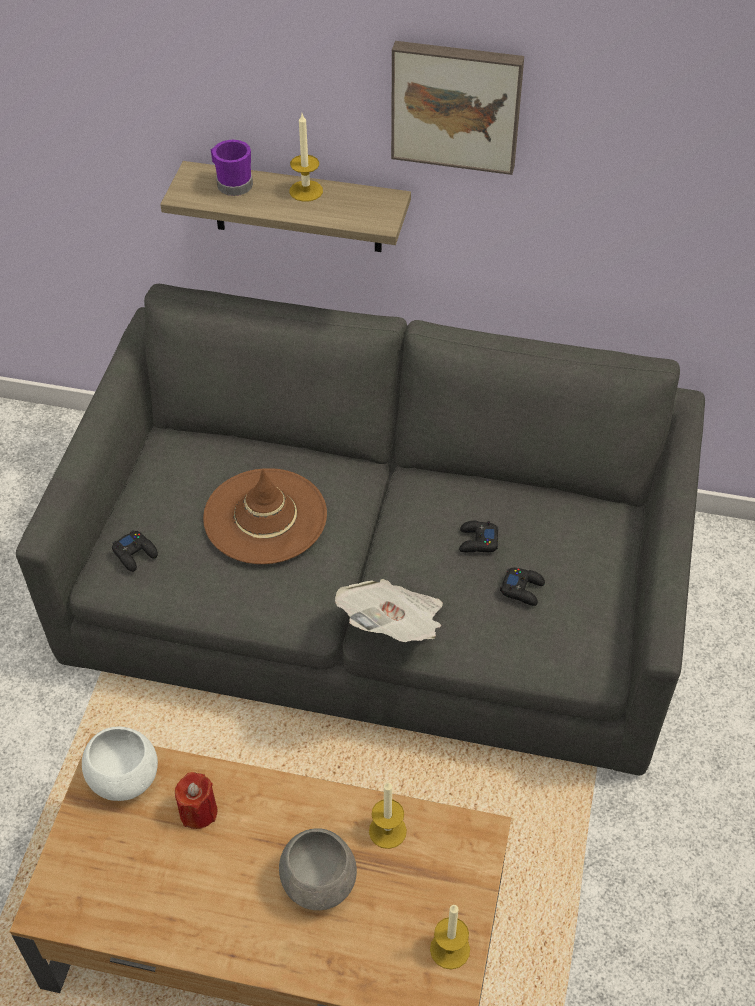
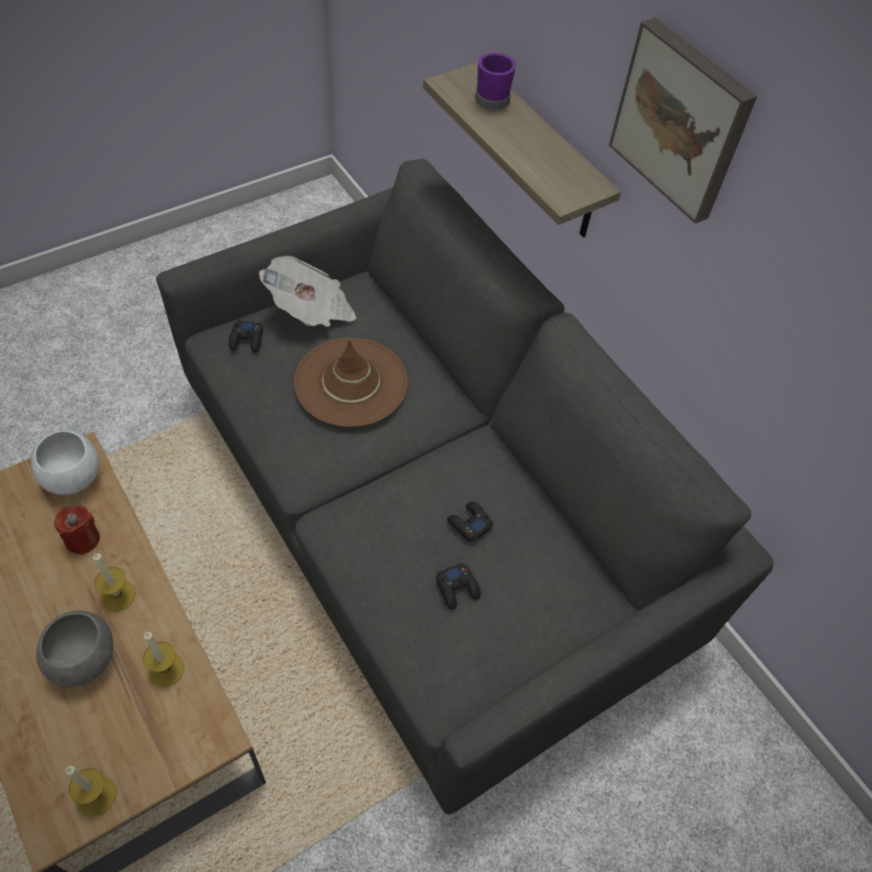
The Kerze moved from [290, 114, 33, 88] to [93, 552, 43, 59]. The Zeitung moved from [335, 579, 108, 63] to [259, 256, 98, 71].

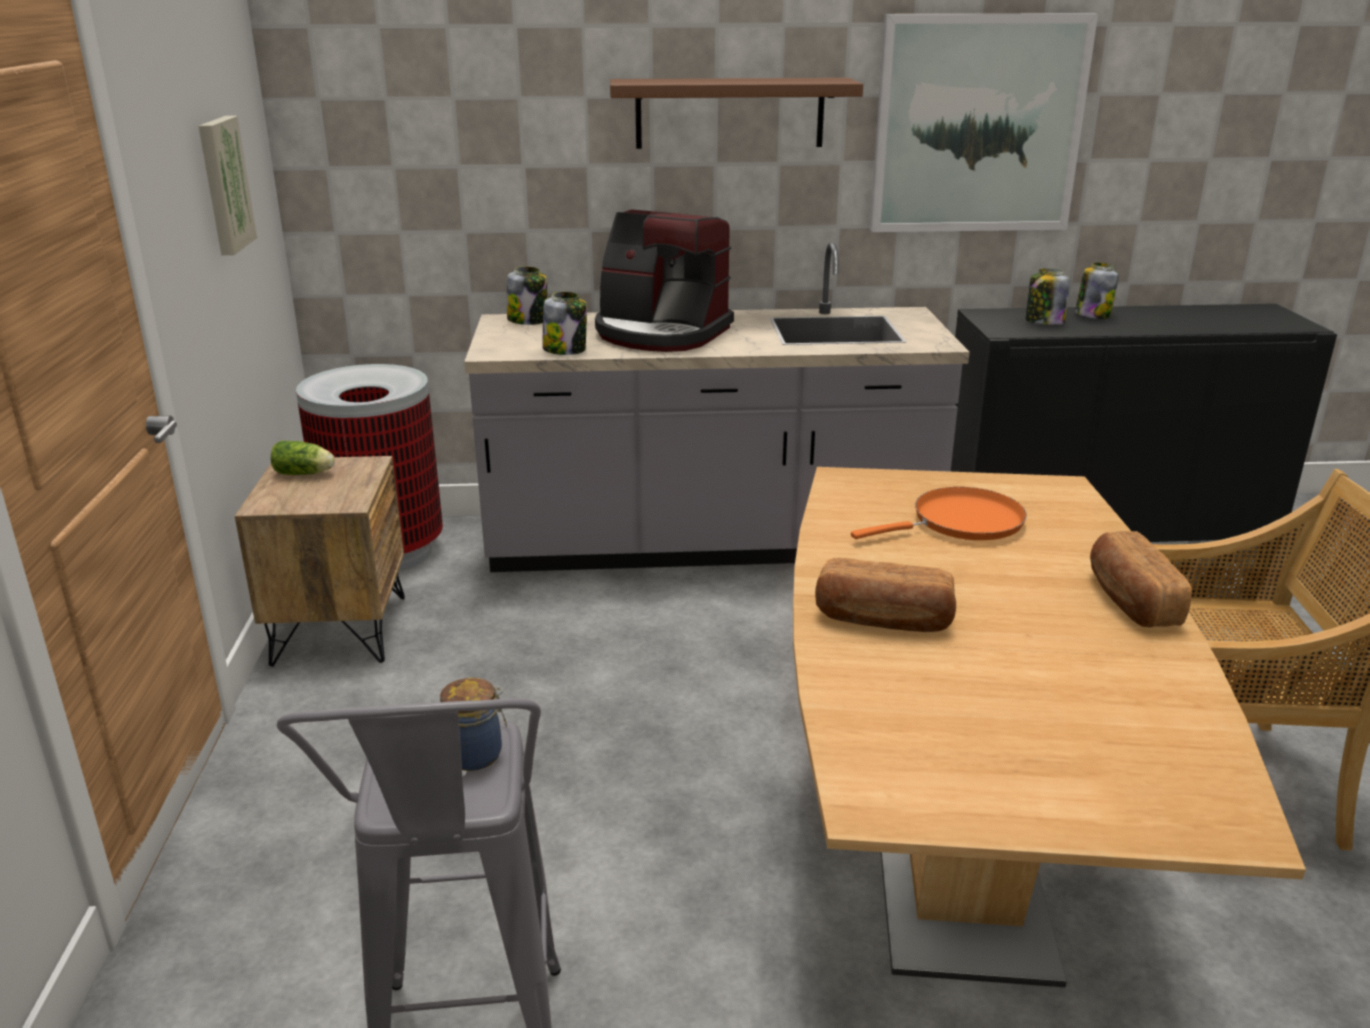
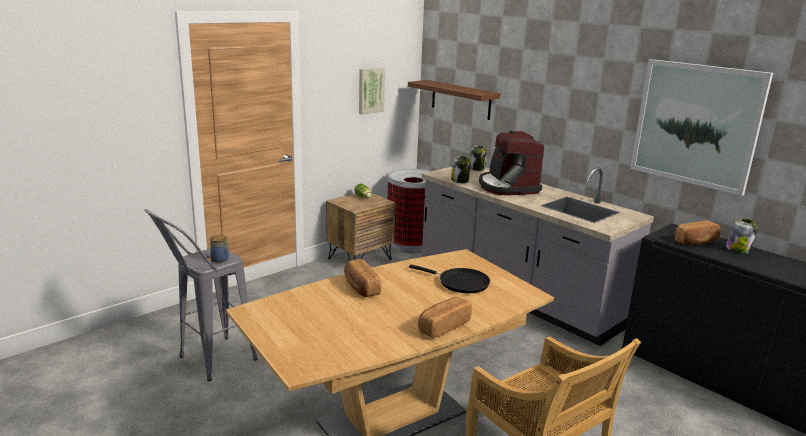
The Wandregal/braun moved from [610, 78, 253, 71] to [408, 80, 92, 40]. The Vorratsglas at [1026, 269, 44, 56] was replaced by the Brot at [675, 220, 46, 26]. The Pfanne/orange at [851, 487, 176, 53] became the Pfanne/schwarz at [409, 265, 81, 28].

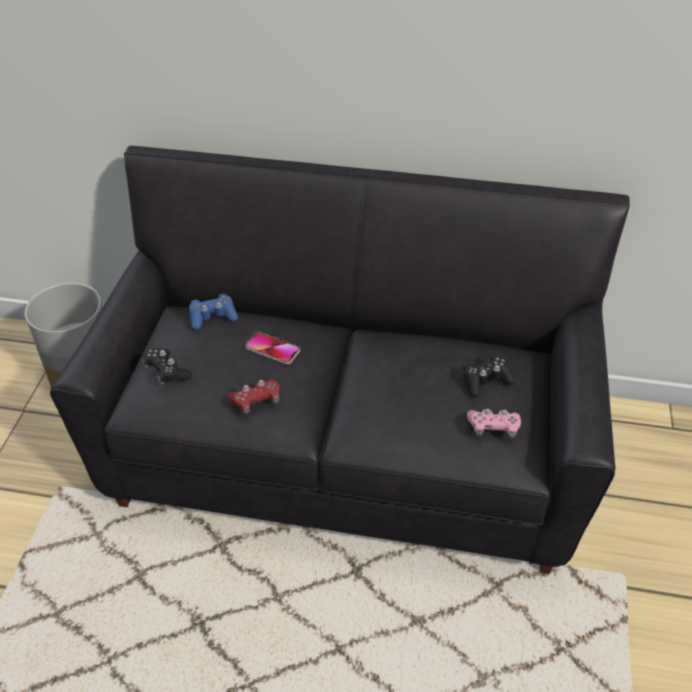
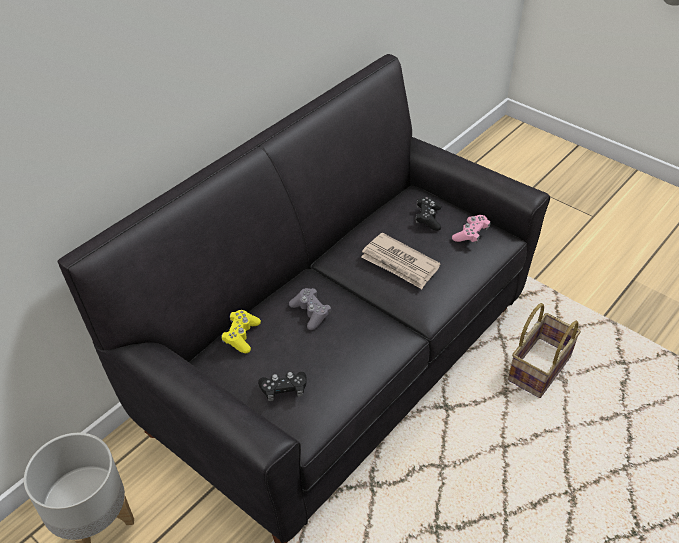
The Gamepad/rot at [227, 379, 53, 35] disappeared. The Zeitung at [361, 233, 79, 56] appeared. The Korb at [507, 303, 74, 95] appeared. The Handy at [245, 332, 55, 32] was replaced by the Gamepad/grau at [289, 288, 42, 42]. The Gamepad/blau at [189, 294, 49, 36] became the Gamepad/gelb at [221, 310, 40, 43].

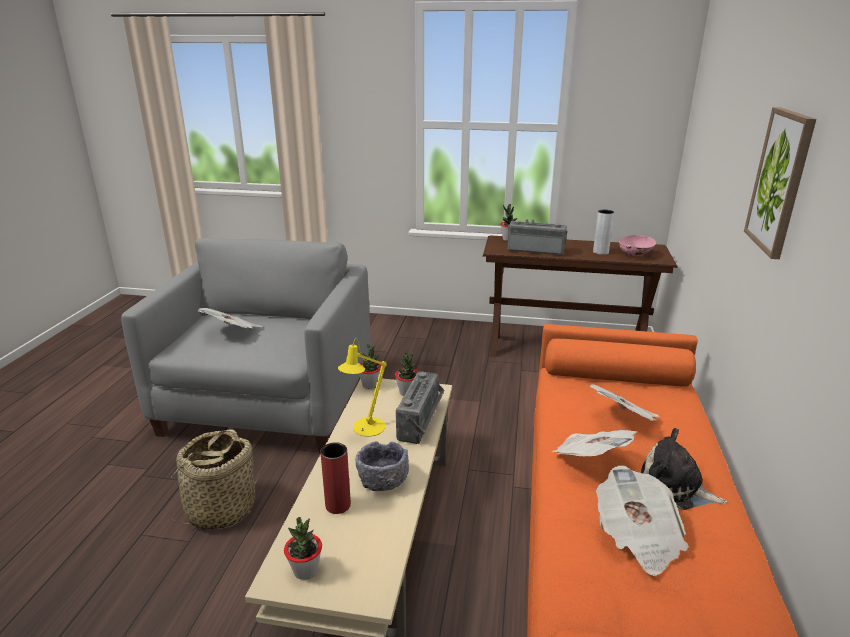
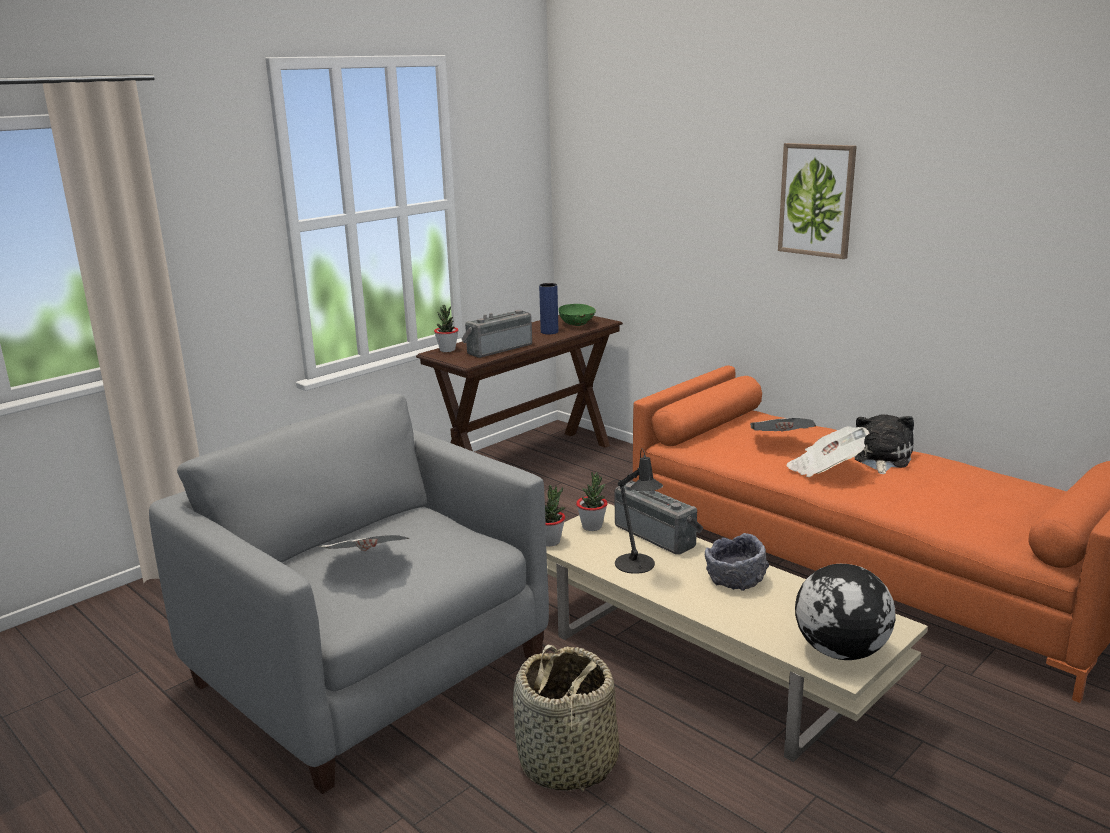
The Vase/rot at [321, 442, 30, 72] disappeared. The Zeitung at [596, 465, 93, 111] disappeared. The Topfpflanze at [284, 517, 38, 63] was replaced by the Globus at [795, 564, 100, 96]. The Tischlampe/gelb at [338, 338, 49, 99] became the Tischlampe/schwarz at [615, 448, 48, 126]. The Vase/grau at [593, 210, 21, 45] became the Vase/blau at [539, 283, 19, 51]. The Schüssel/rosa at [619, 235, 37, 21] became the Schüssel/grün at [558, 304, 38, 22]. The Plüschtier at [640, 428, 87, 82] turned 135 degrees clockwise.

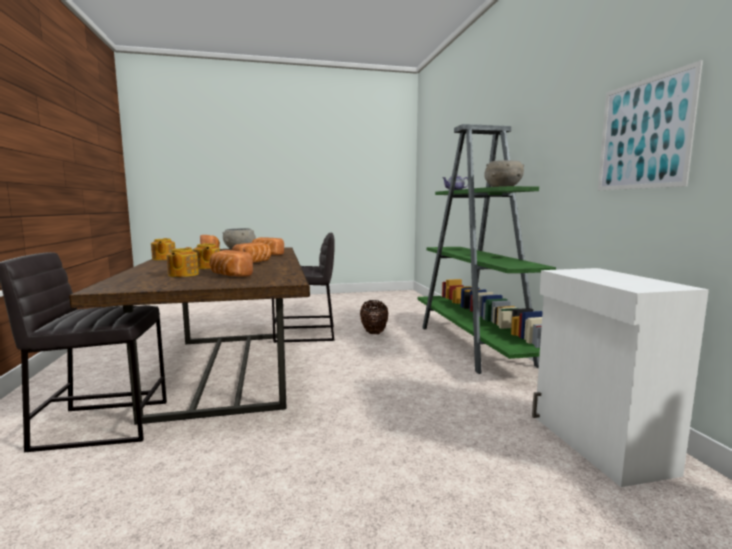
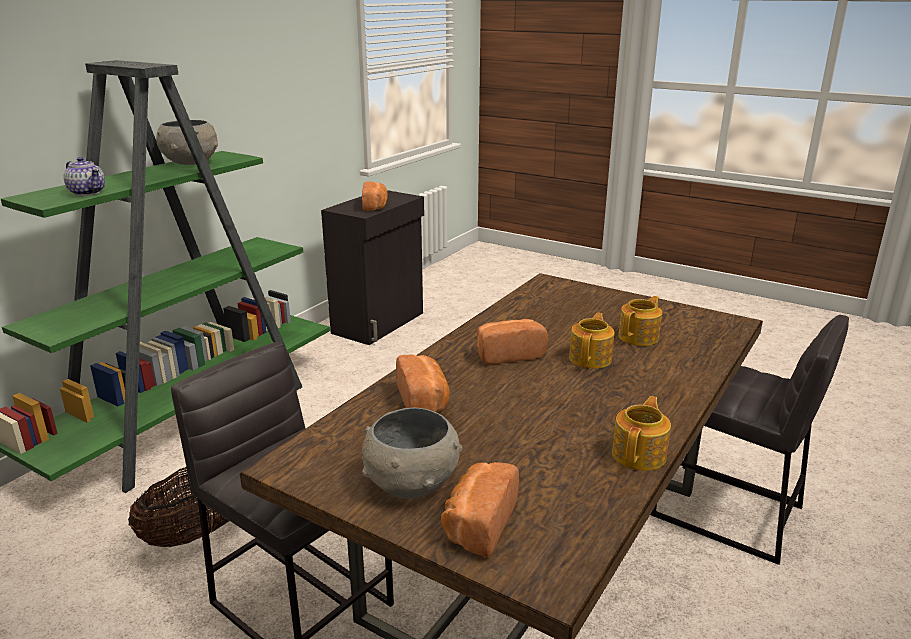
The Bild at [598, 60, 105, 130] disappeared. The Brot moved from [209, 250, 44, 27] to [362, 181, 26, 30]. The Schrank/weiß at [532, 268, 177, 219] became the Schrank/schwarz at [321, 190, 103, 155].

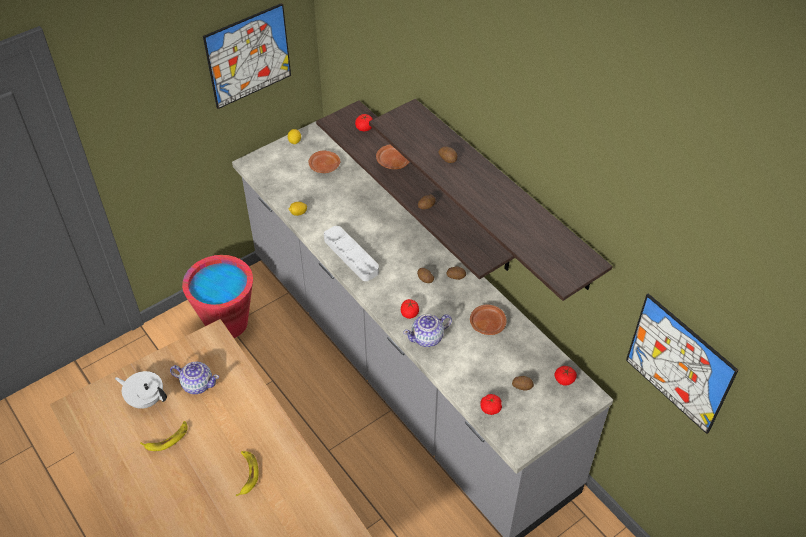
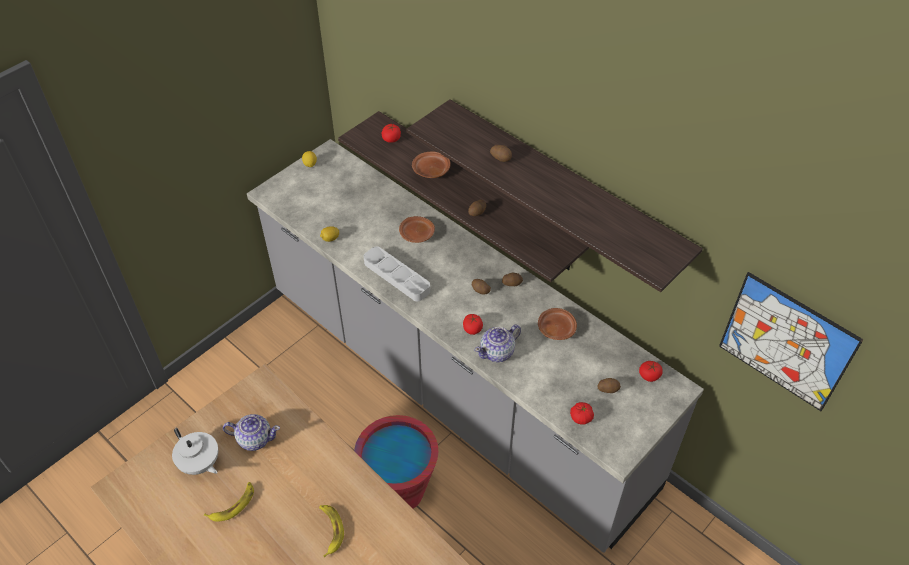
The Bild at [203, 3, 88, 106] disappeared. The Eimer/rot moved from [182, 255, 71, 83] to [354, 415, 84, 94]. The Teller/braun moved from [308, 151, 32, 22] to [399, 216, 36, 27]. The Teekanne/weiß at [115, 371, 52, 38] turned 150 degrees counterclockwise.

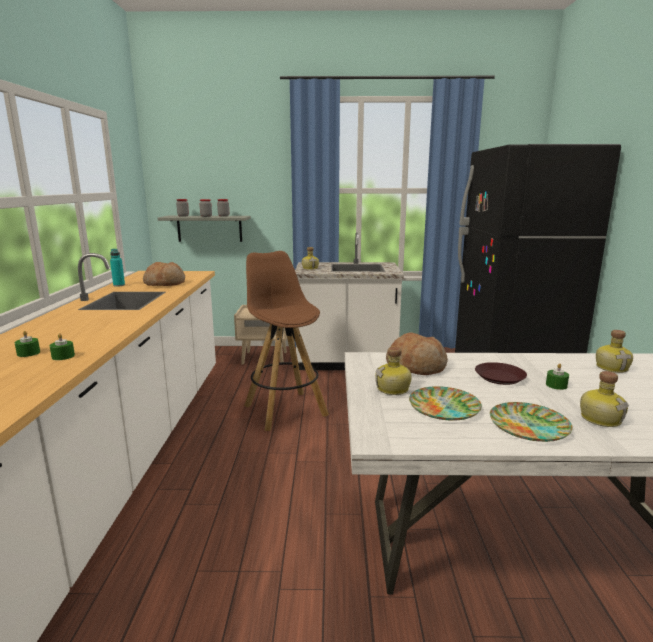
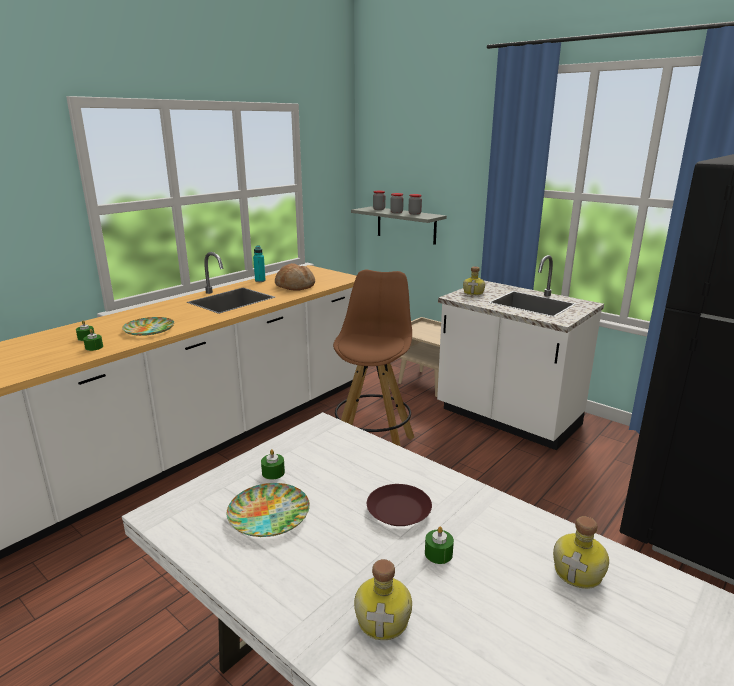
The Brot at [386, 332, 62, 43] disappeared. The Teller moved from [490, 402, 83, 40] to [122, 317, 52, 19]. The Flasche at [375, 347, 37, 48] was replaced by the Kerze/grün at [261, 449, 24, 31].

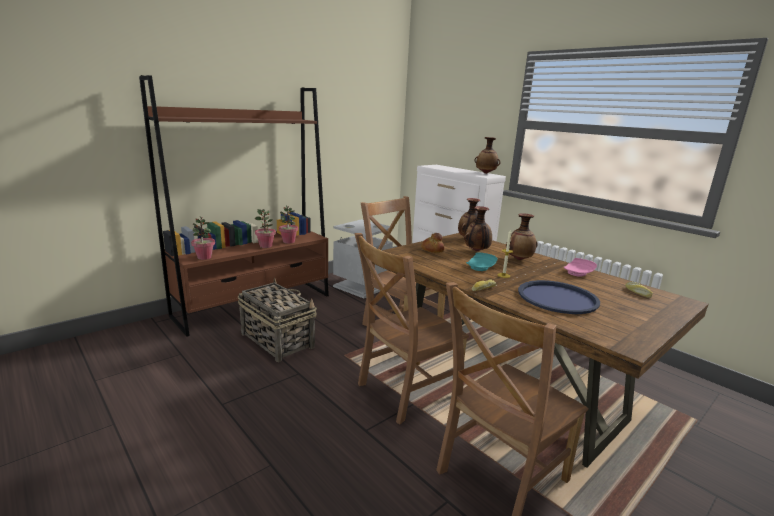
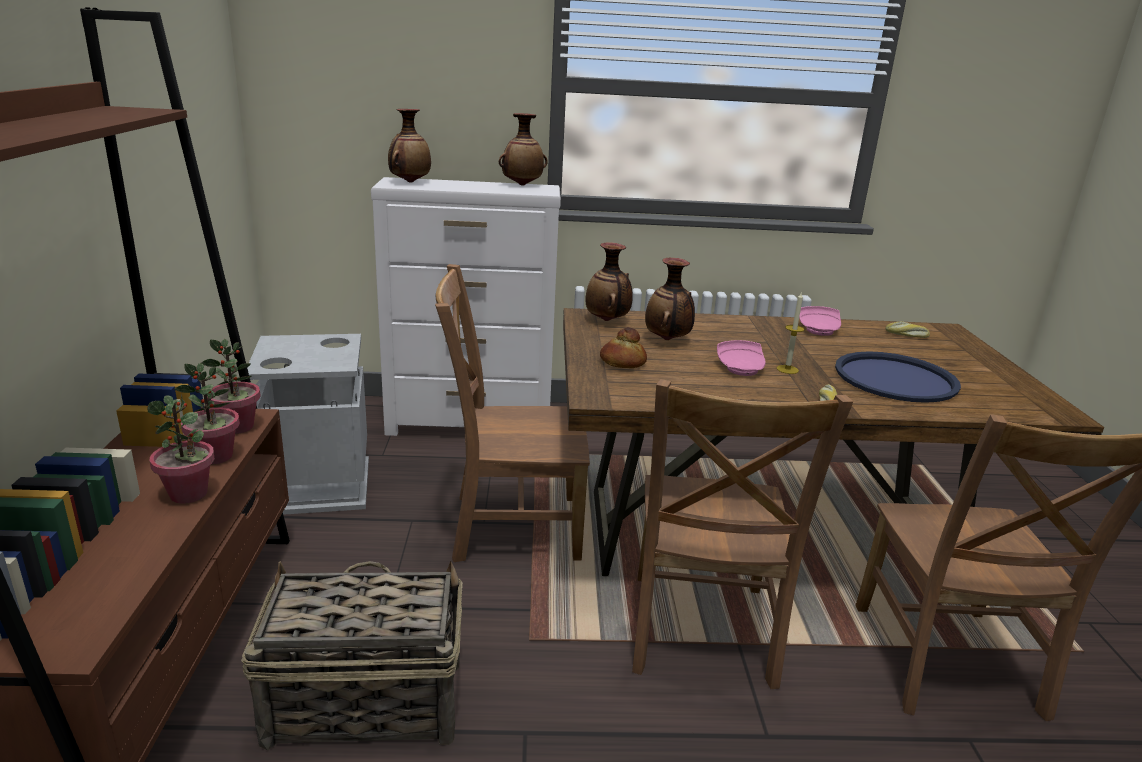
The Topfpflanze moved from [191, 217, 24, 43] to [201, 339, 60, 95]. The Vase moved from [506, 213, 32, 47] to [388, 109, 43, 74]. The Teller/türkis at [466, 252, 31, 19] became the Teller/rosa at [717, 340, 49, 36].

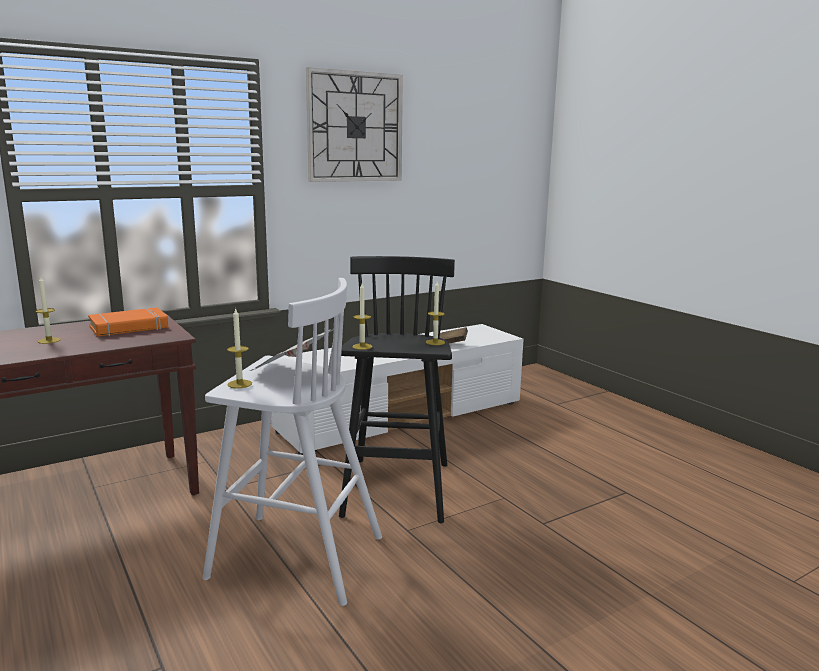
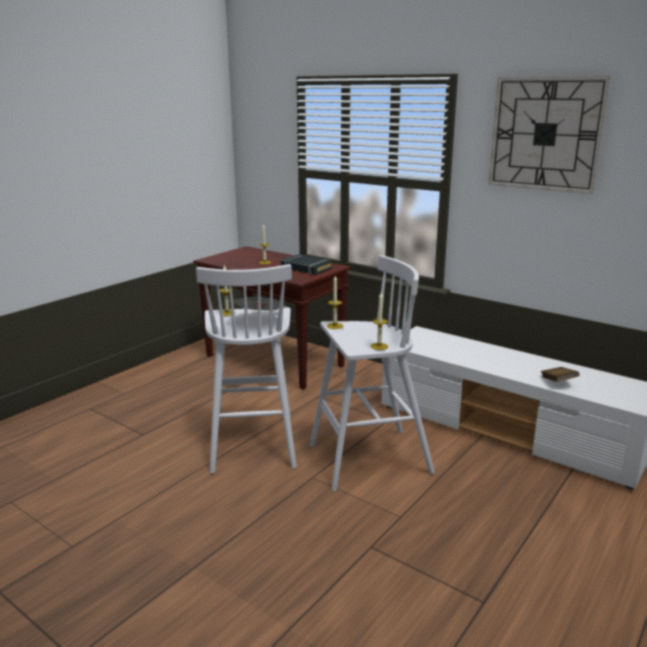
The Buch/orange at [88, 307, 80, 30] became the Buch/schwarz at [281, 254, 51, 21]. The Hocker/schwarz at [339, 256, 116, 267] became the Hocker/weiß at [310, 255, 125, 236].

